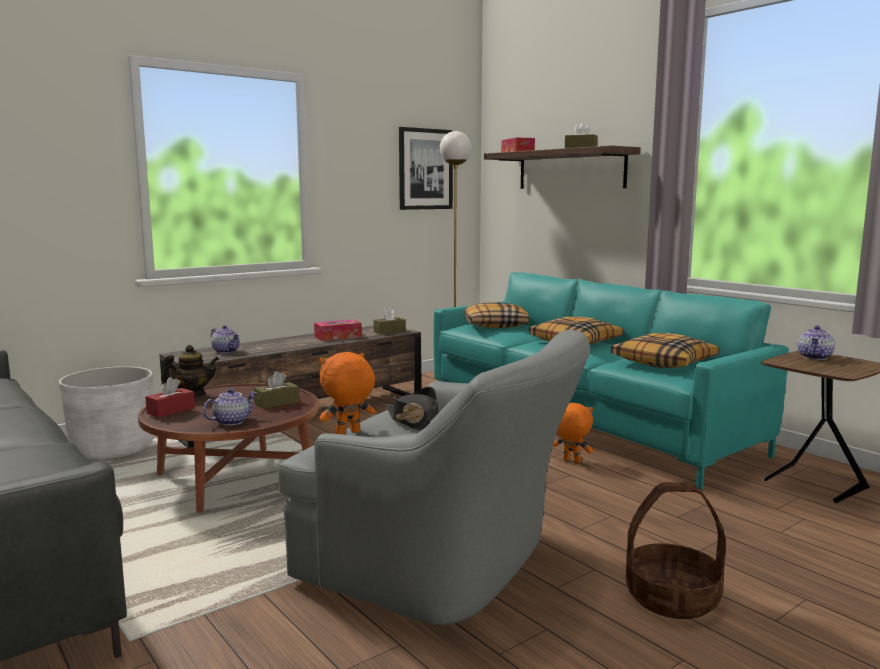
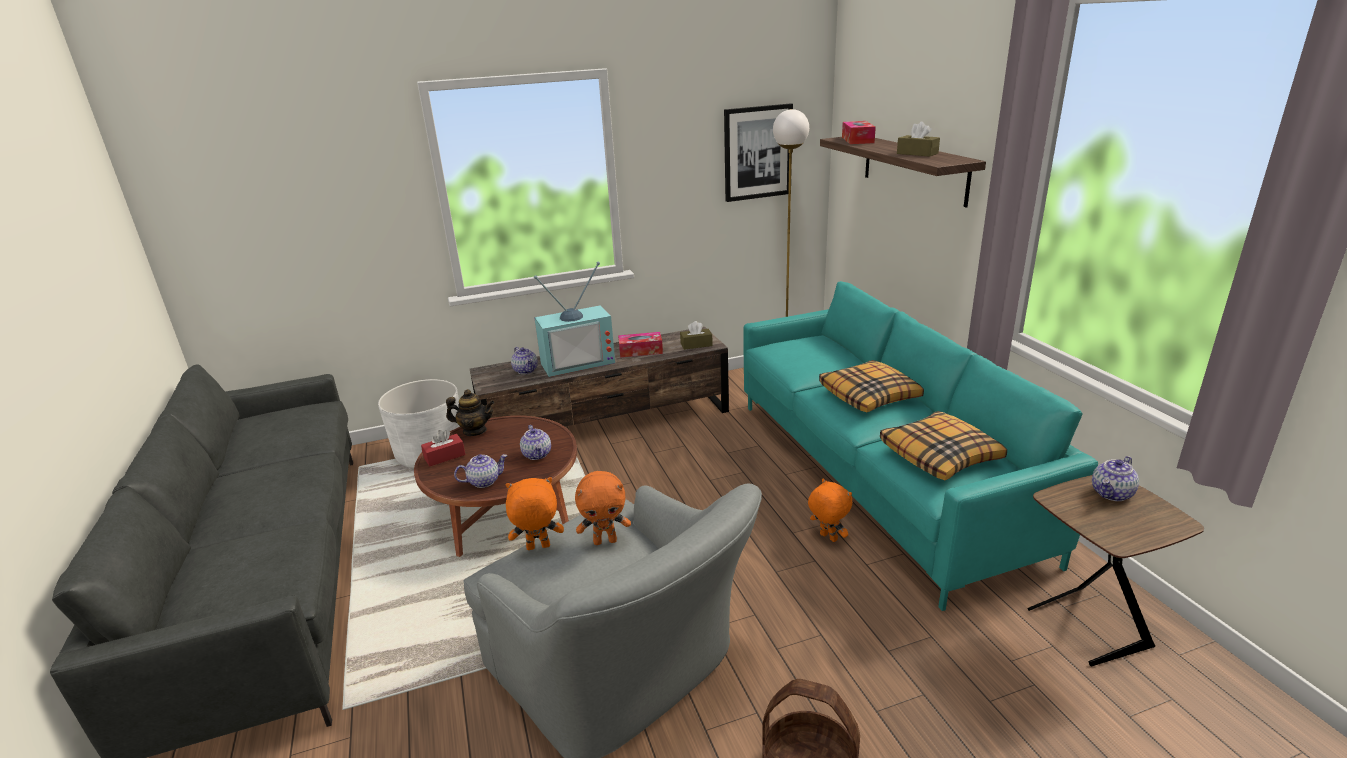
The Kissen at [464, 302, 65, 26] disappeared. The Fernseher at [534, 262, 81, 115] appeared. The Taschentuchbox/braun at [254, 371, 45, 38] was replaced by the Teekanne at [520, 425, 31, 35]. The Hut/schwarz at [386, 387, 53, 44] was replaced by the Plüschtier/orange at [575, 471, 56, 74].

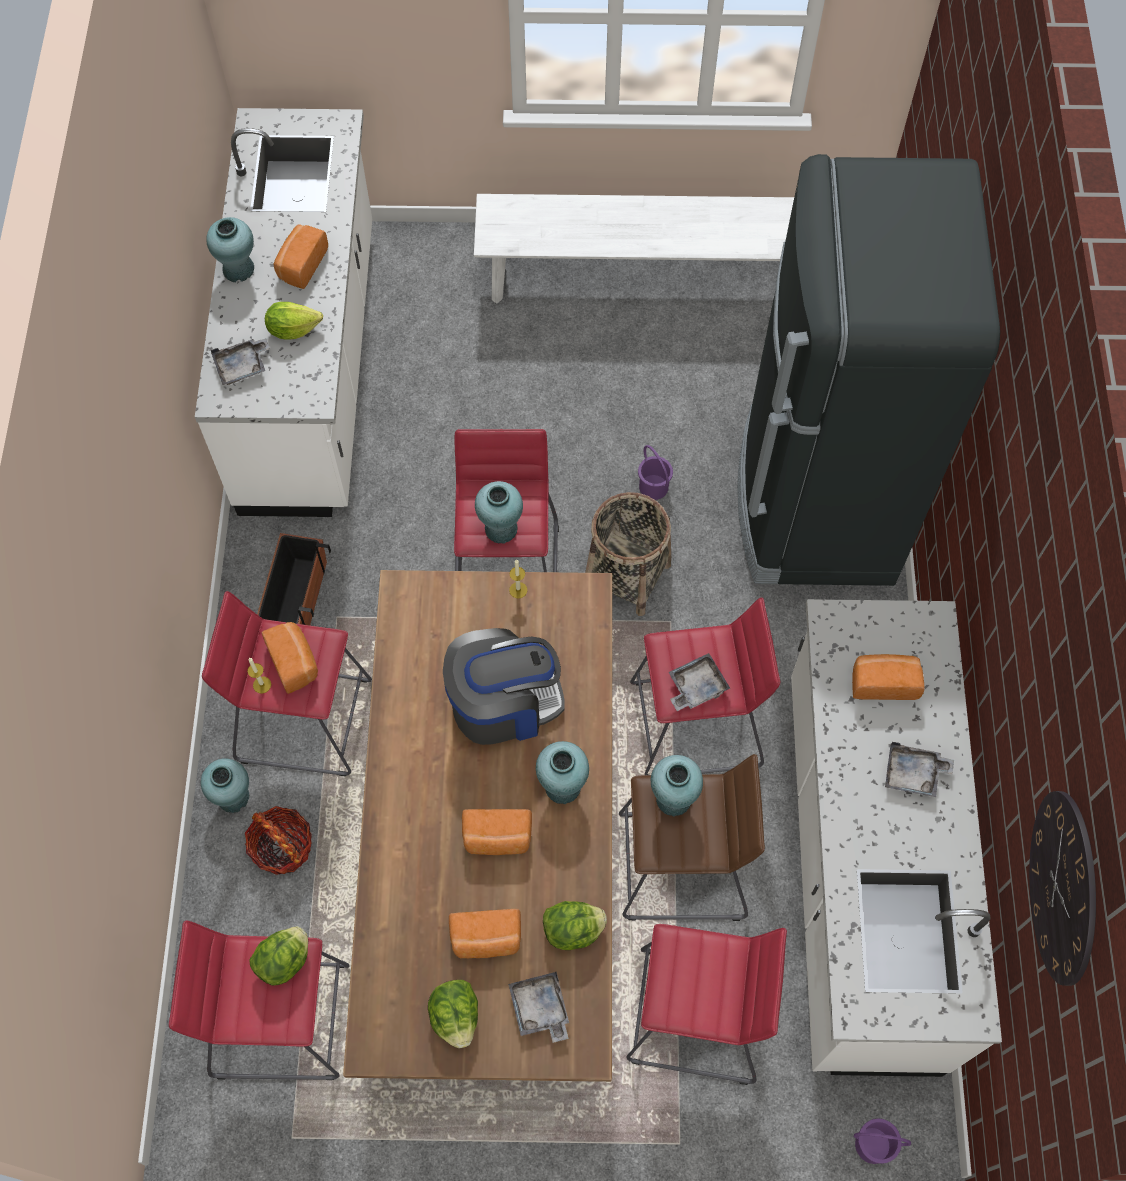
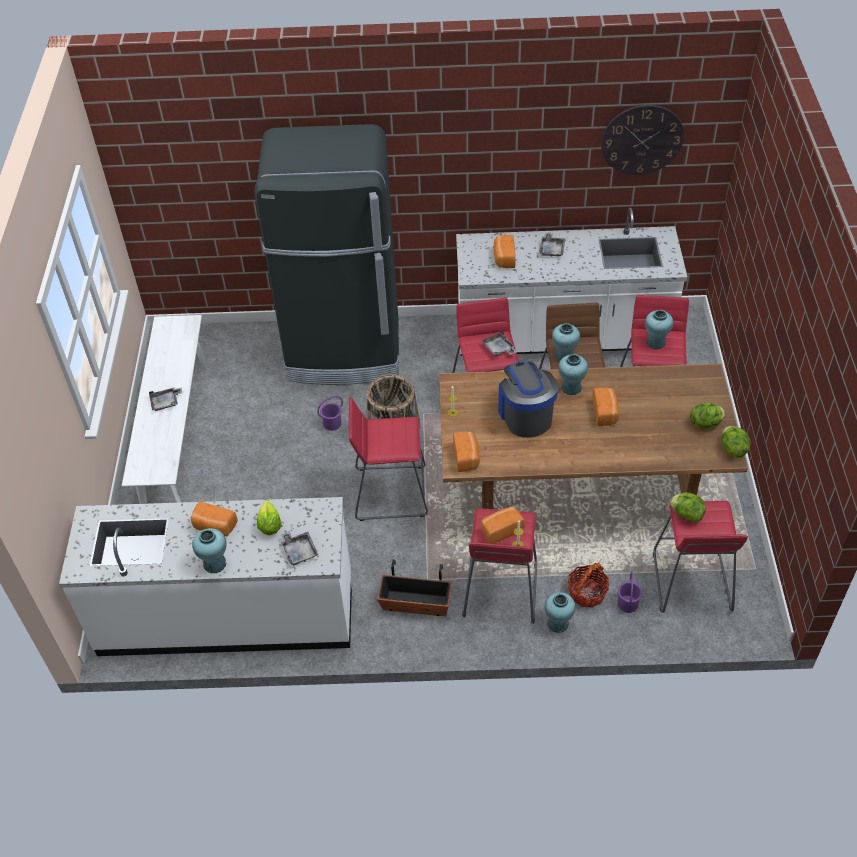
The Brot moved from [449, 909, 72, 49] to [453, 431, 27, 41]. The Vase/türkis moved from [475, 481, 48, 63] to [645, 310, 28, 39]. The Tablett/grau moved from [508, 971, 61, 72] to [149, 388, 34, 23]. The Salatkopf moved from [543, 901, 64, 49] to [722, 426, 29, 32]. The Eimer/lila moved from [854, 1118, 57, 46] to [617, 572, 26, 41].

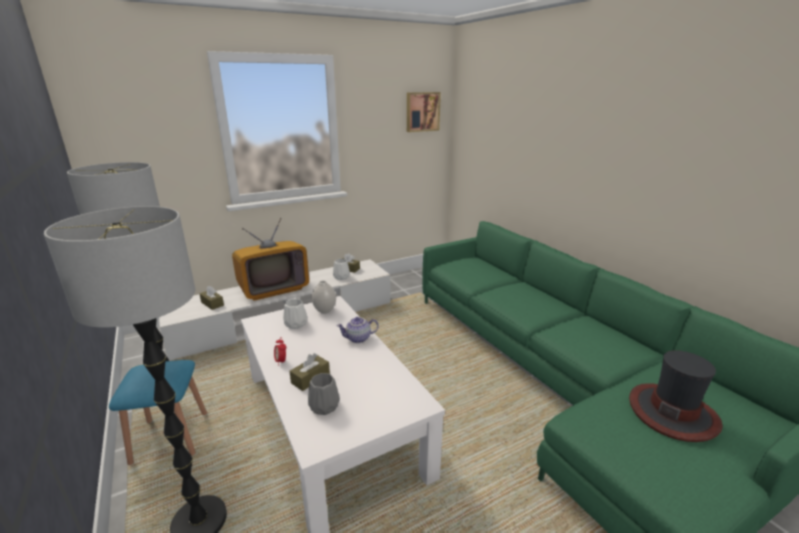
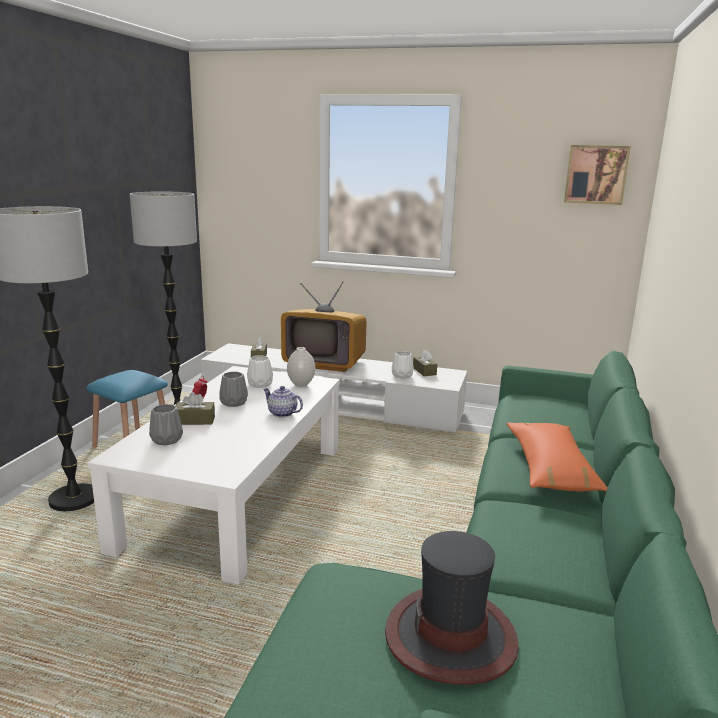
The Vase/grau at [219, 372, 29, 35] appeared. The Kissen/orange at [506, 423, 102, 68] appeared.

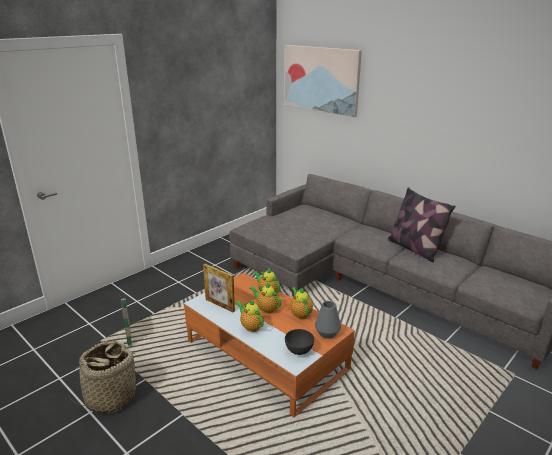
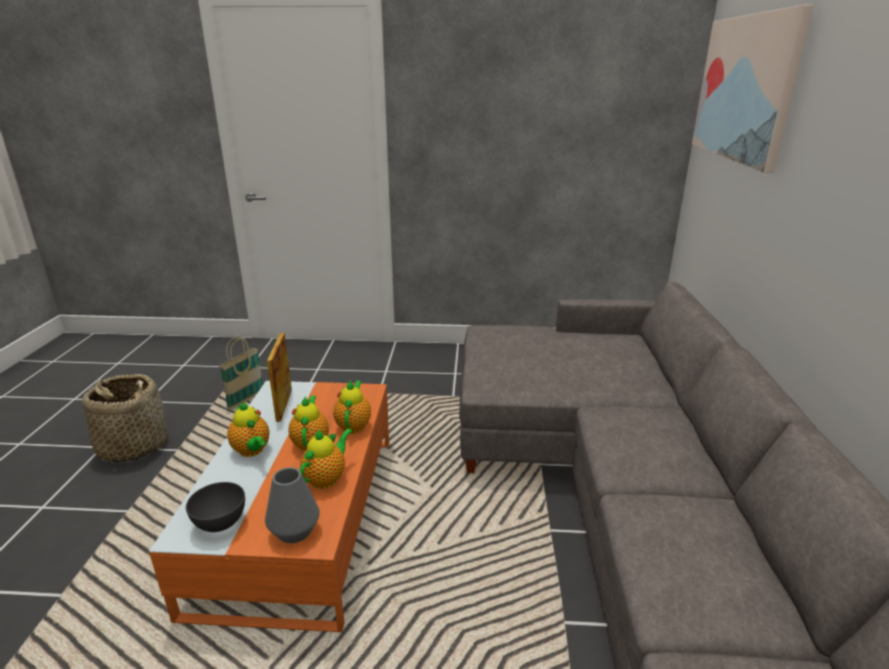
The Kissen at [387, 187, 69, 75] disappeared. The Teekanne at [236, 299, 28, 33] turned 135 degrees clockwise.

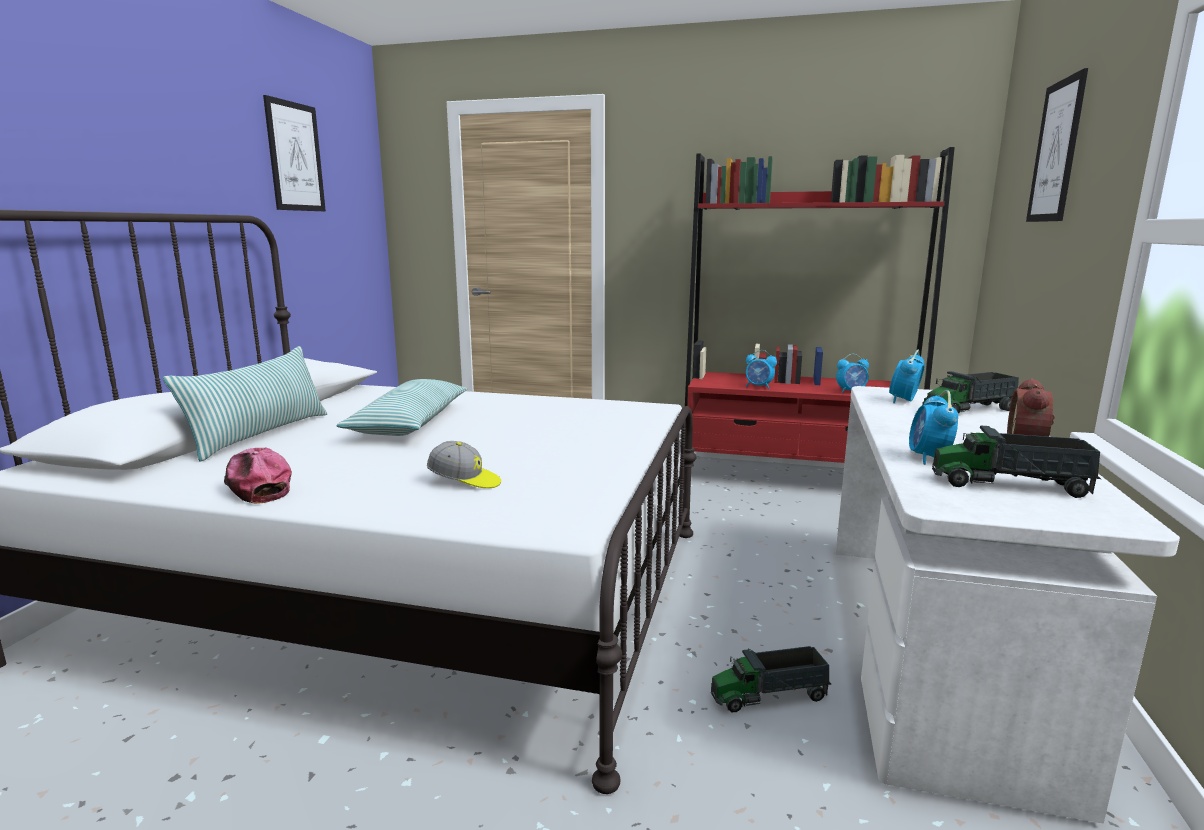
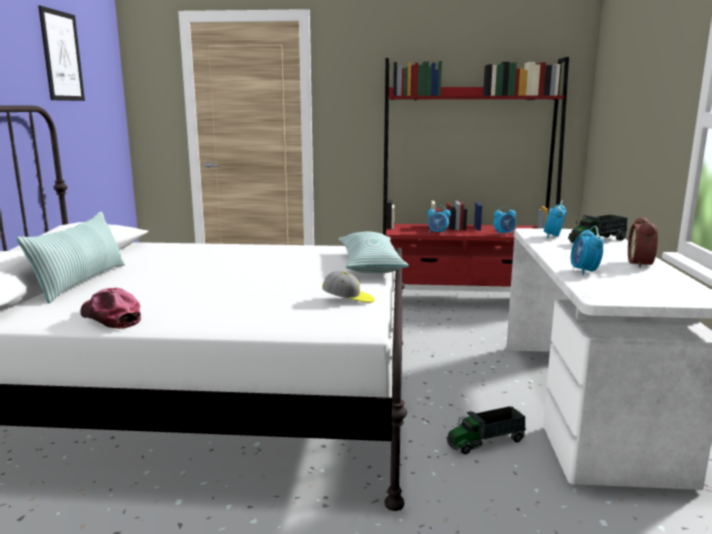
The Spielzeuglaster at [932, 425, 169, 73] disappeared. The Bild at [1026, 68, 62, 154] disappeared. The Kissen moved from [336, 379, 131, 57] to [338, 232, 71, 41]. The Kappe moved from [427, 441, 74, 47] to [322, 271, 53, 32].

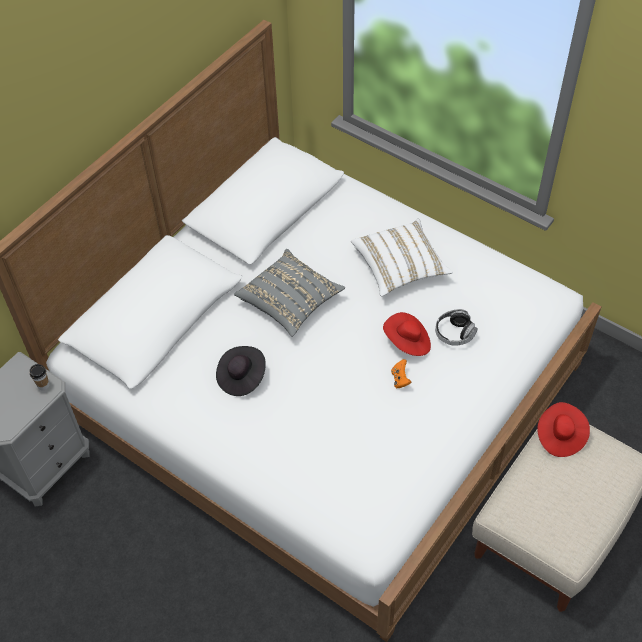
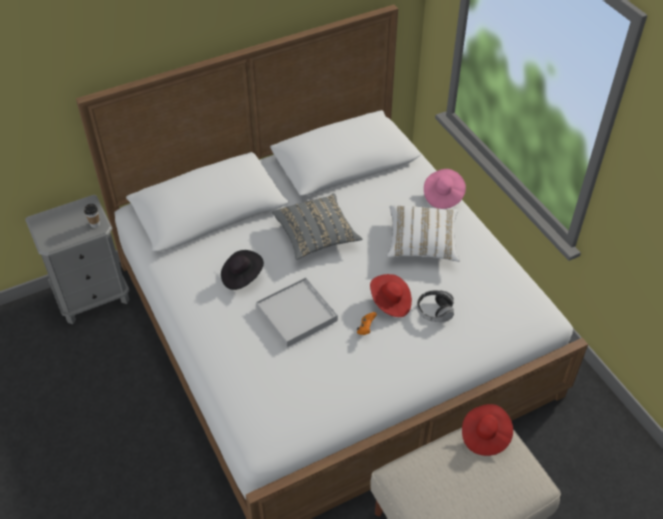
The Tablett/weiß at [256, 277, 82, 70] appeared. The Hut/rosa at [424, 169, 42, 40] appeared.

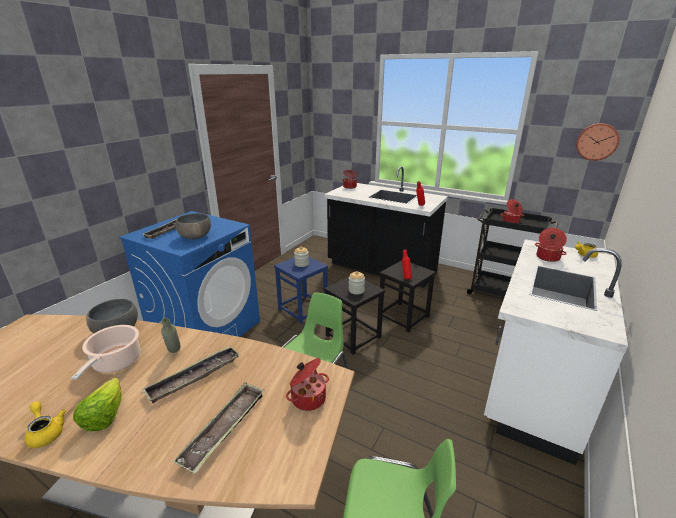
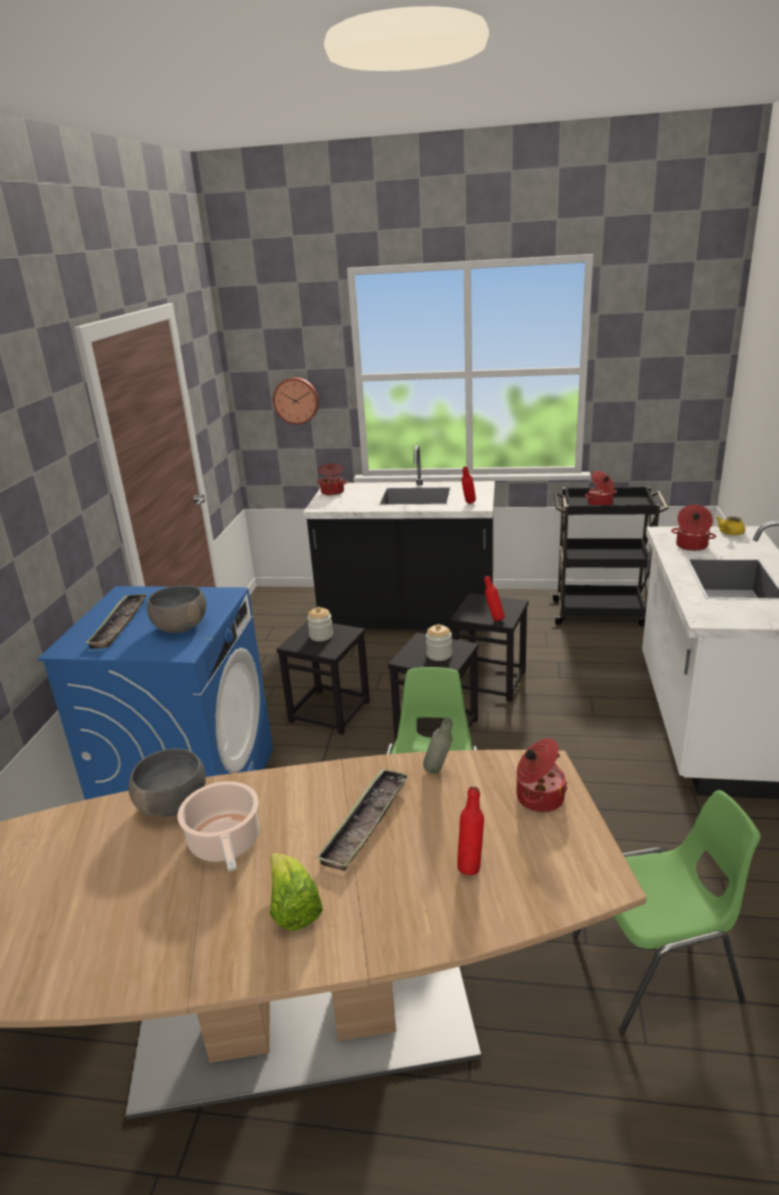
The Teekanne/gelb at [25, 401, 41, 47] disappeared. The Flasche/grau moved from [161, 318, 20, 35] to [423, 718, 30, 56]. The Wanduhr moved from [576, 123, 43, 38] to [273, 377, 46, 48]. The Tablett at [173, 382, 91, 92] was replaced by the Flasche/rot at [457, 786, 27, 89]. The Hocker/blau at [274, 256, 54, 68] became the Hocker/schwarz at [276, 621, 94, 114].

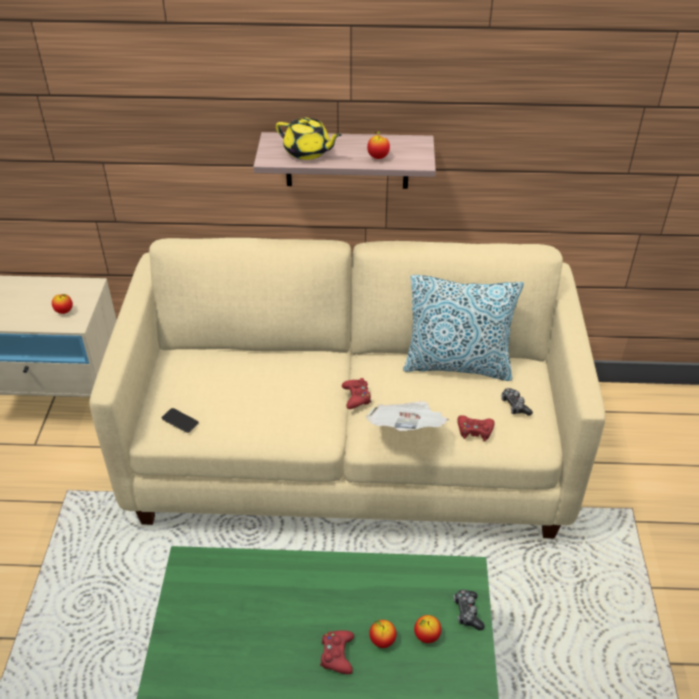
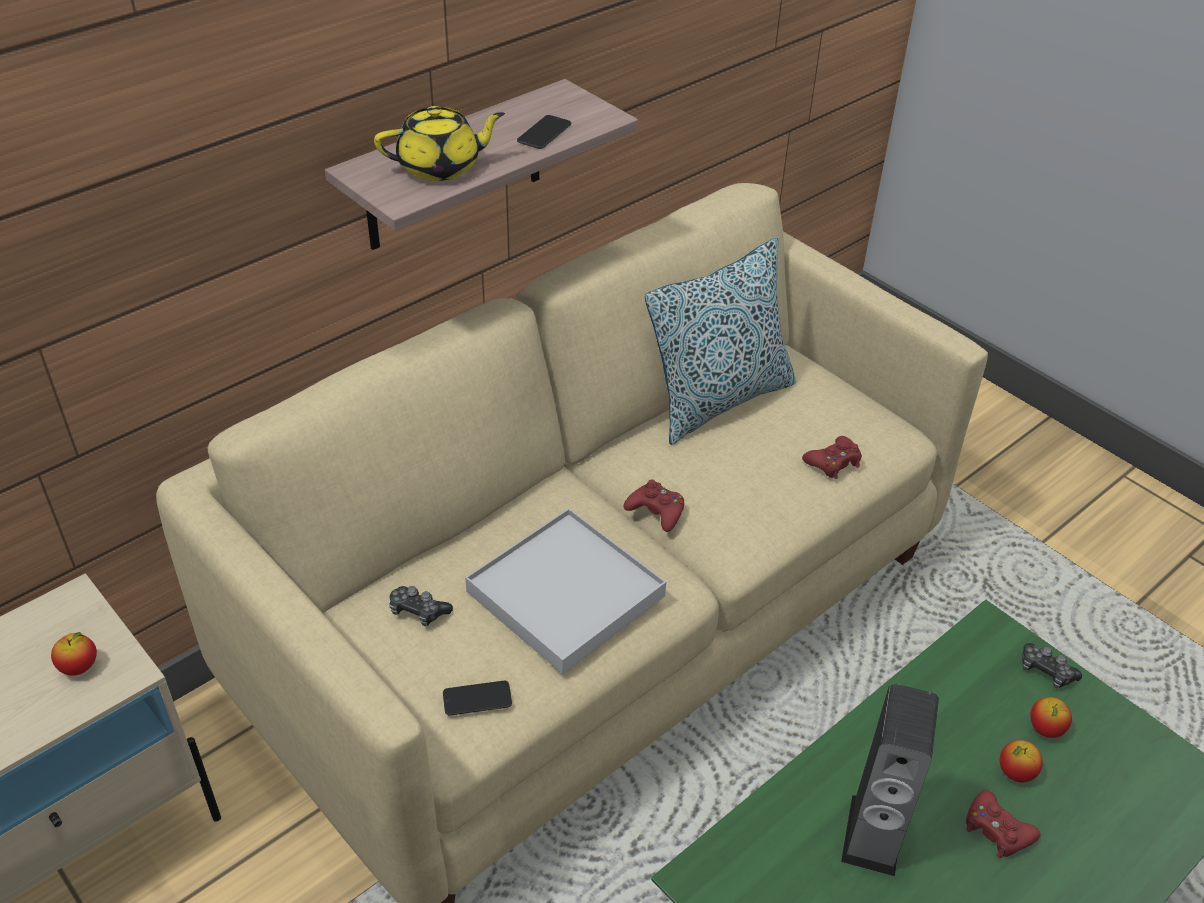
The Zeitung at [366, 401, 82, 30] disappeared. The Tablett/weiß at [465, 508, 201, 166] appeared. The Lautsprecher at [841, 684, 98, 193] appeared. The Gamepad moved from [501, 388, 32, 28] to [389, 586, 64, 40]. The Apfel at [367, 130, 23, 29] was replaced by the Handy at [517, 115, 54, 34].

